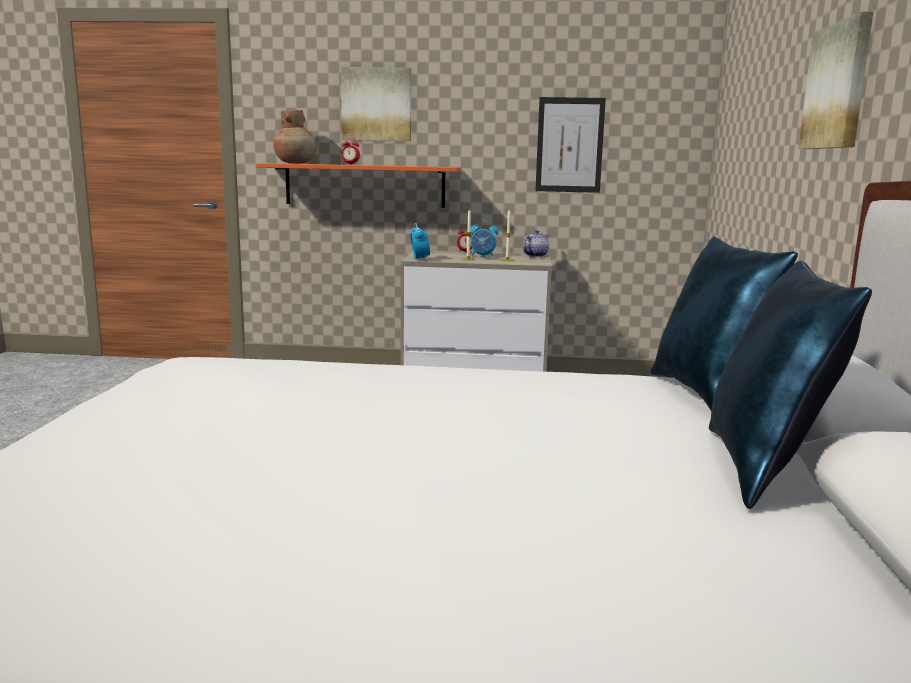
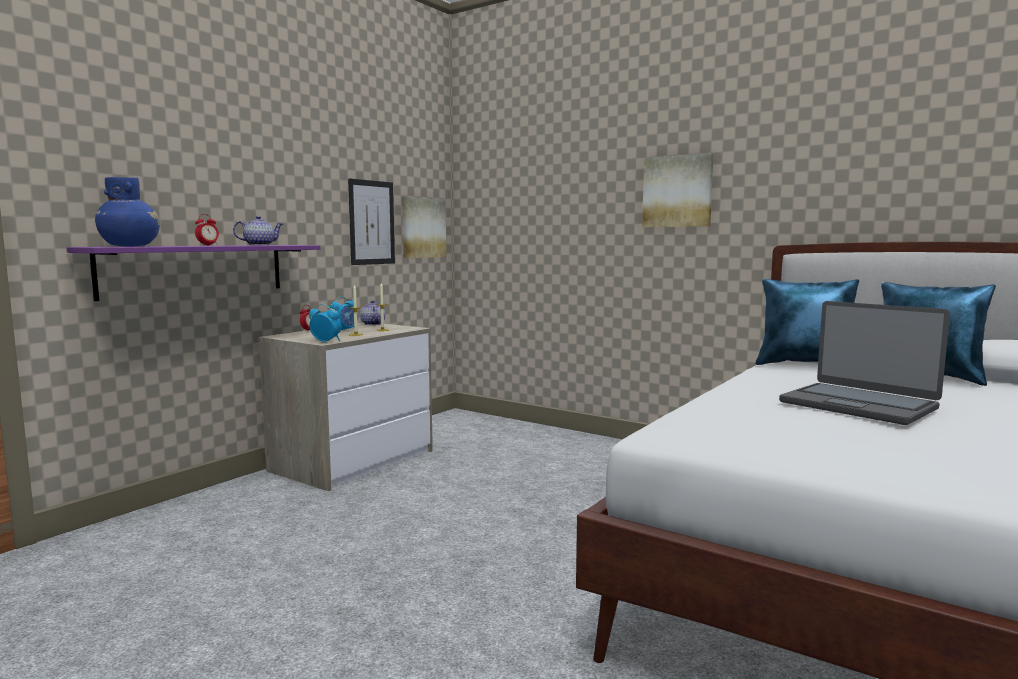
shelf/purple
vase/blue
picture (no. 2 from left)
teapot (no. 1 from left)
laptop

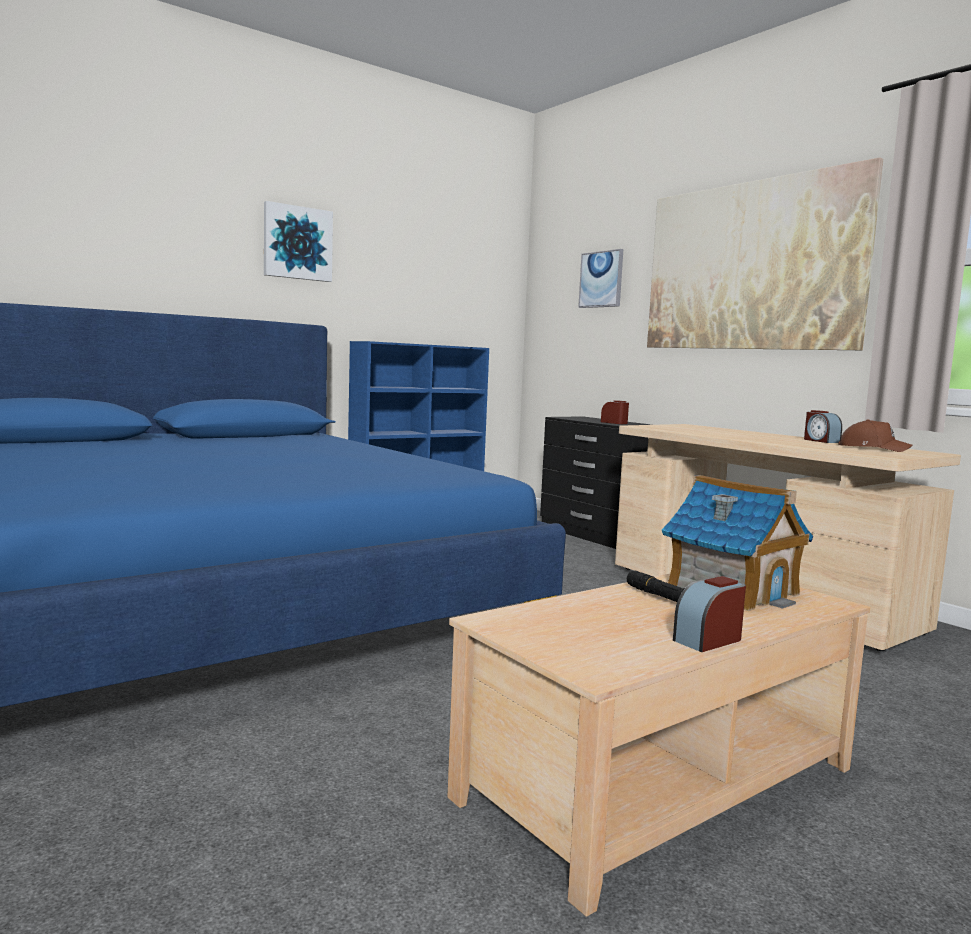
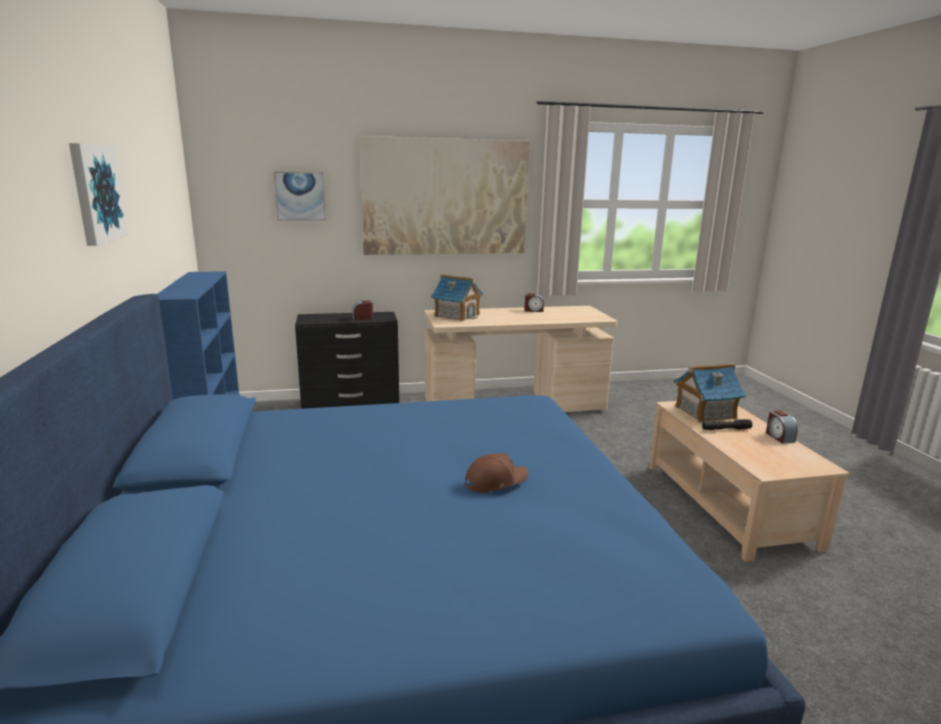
cap/brown
toy house (no. 1 from left)

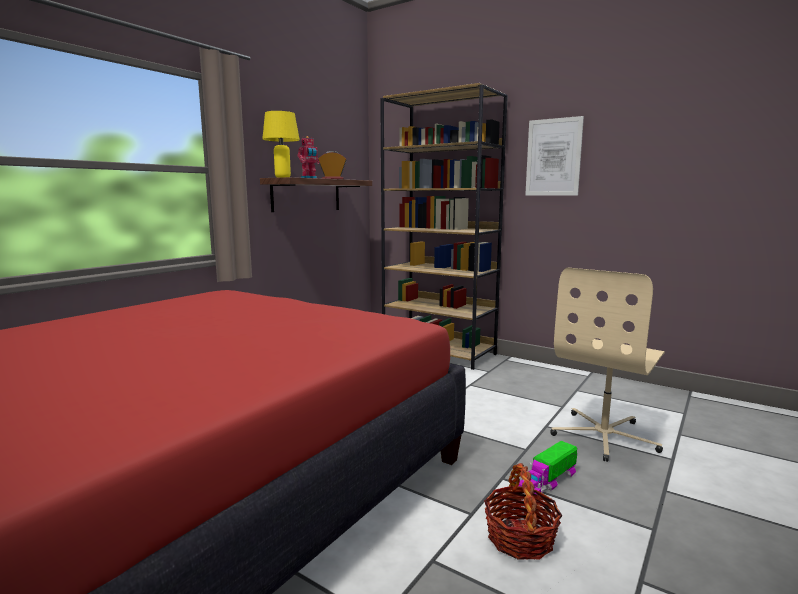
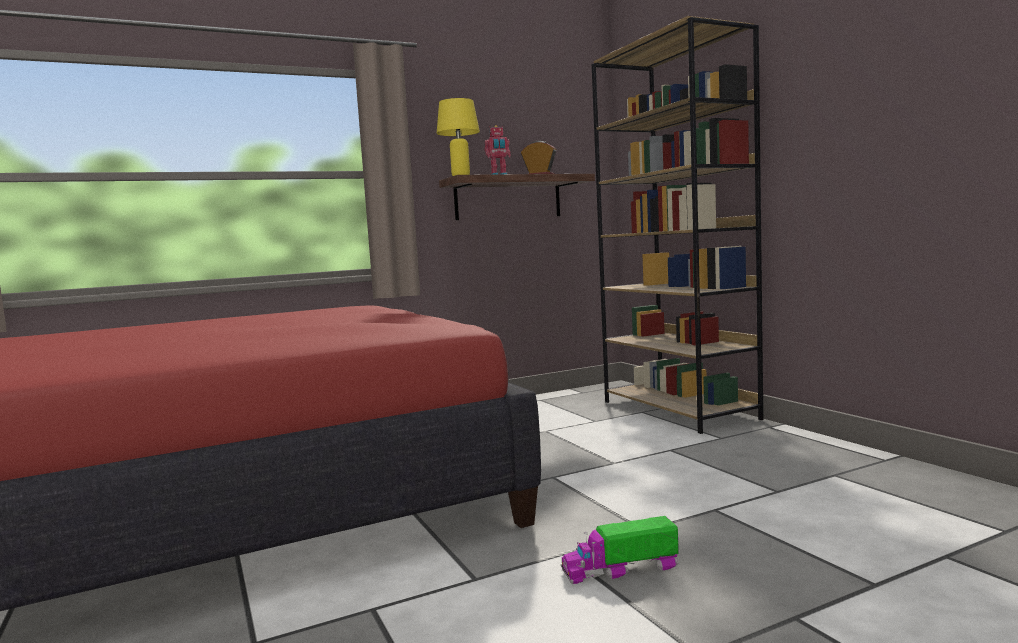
basket
picture
office chair/beige

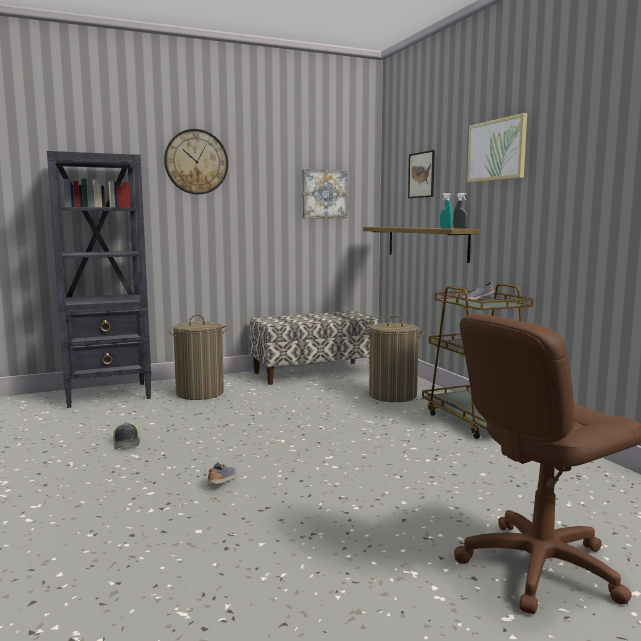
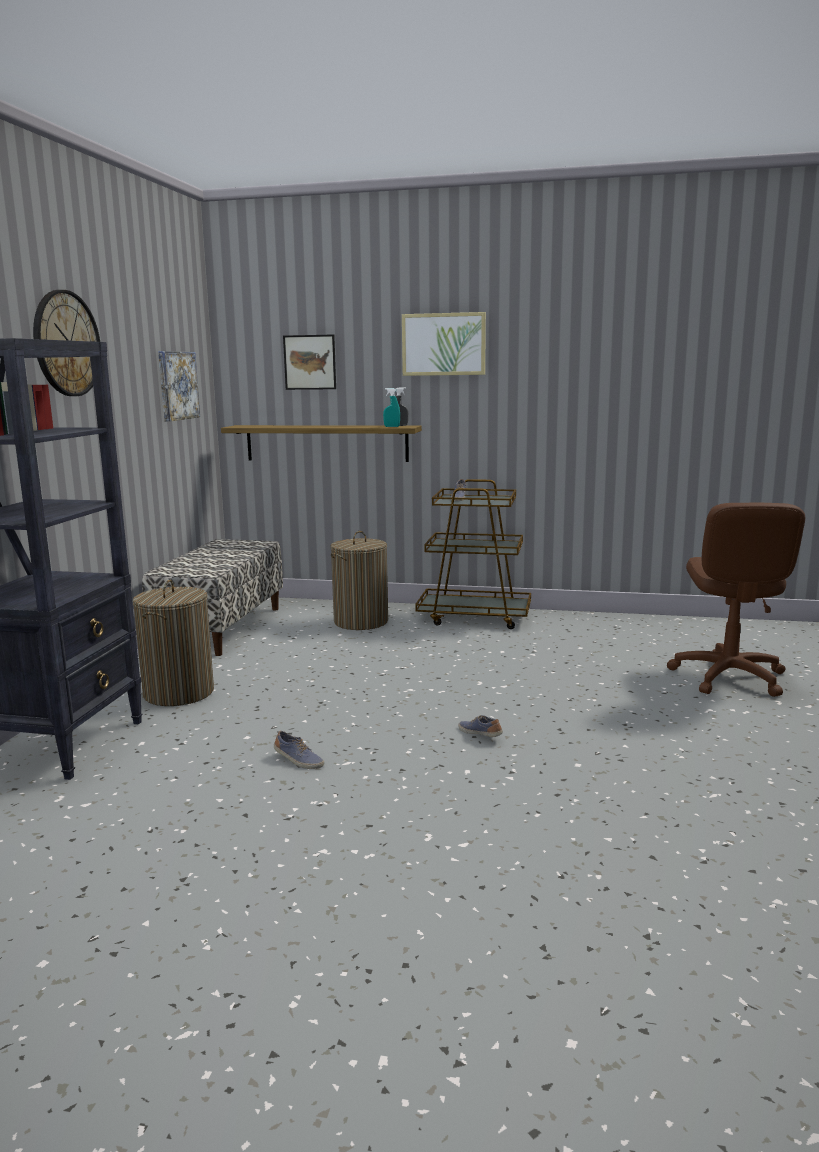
shoe (no. 1 from left)

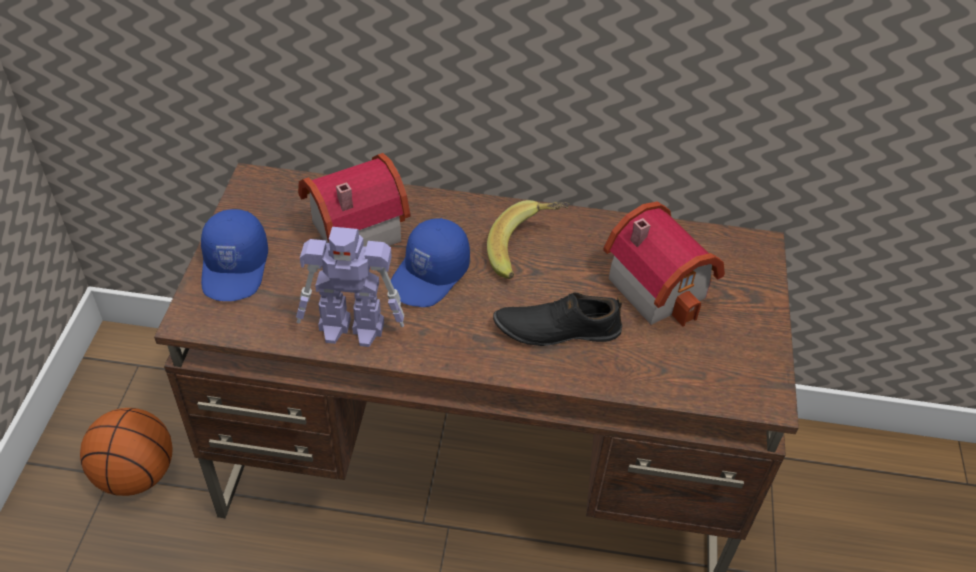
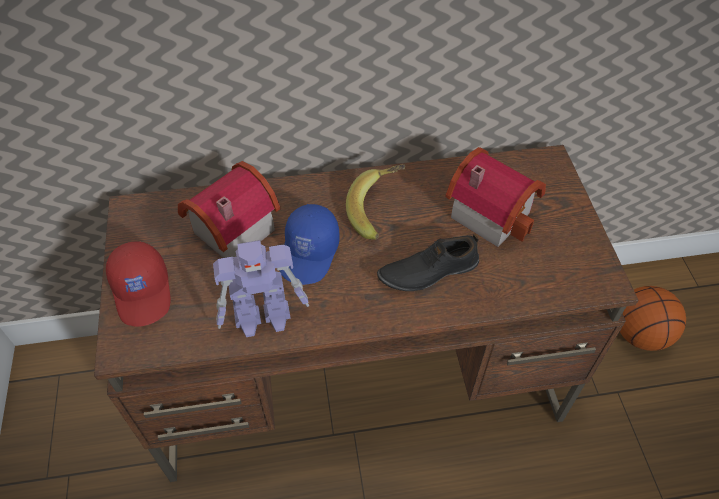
basketball
cap/red

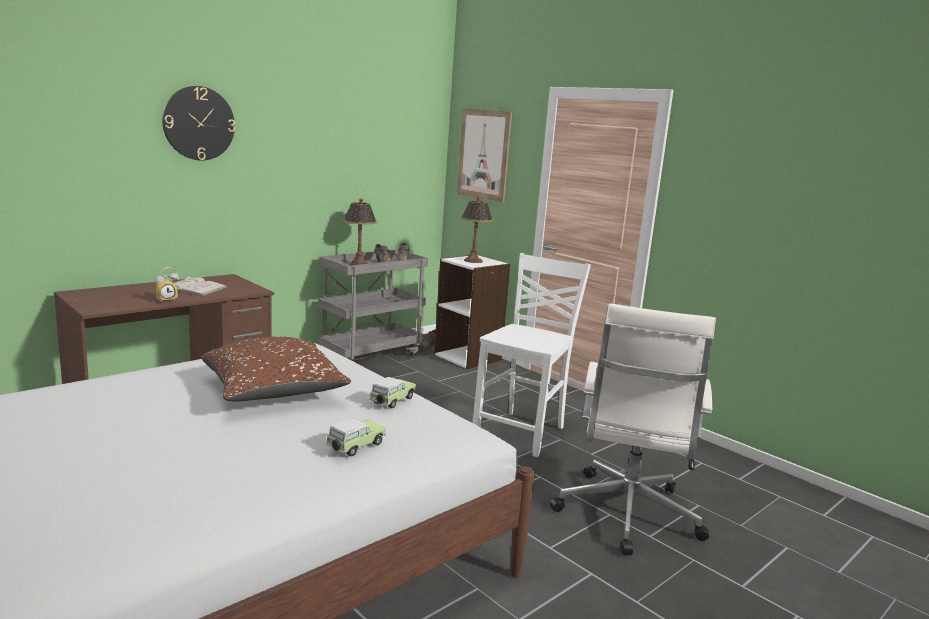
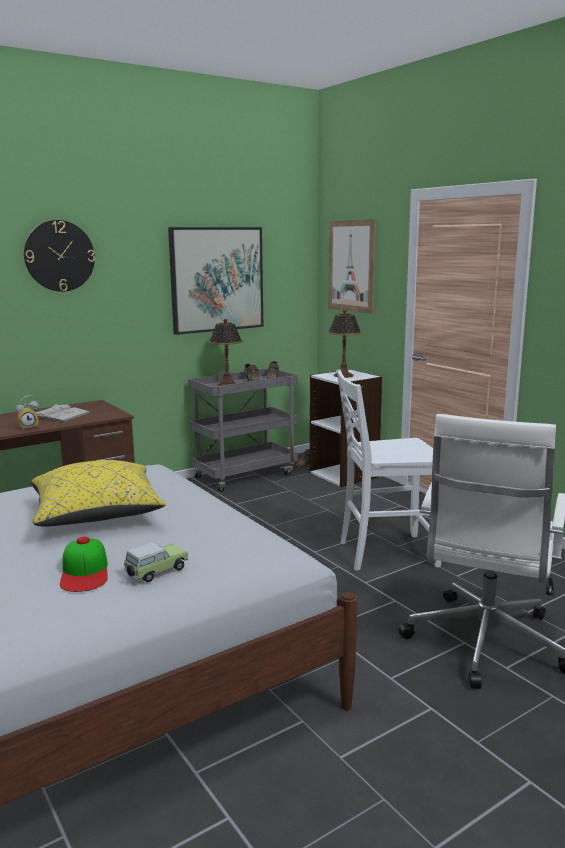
pillow/yellow
toy car (no. 2 from left in the first image)
chair/white
cap
picture (no. 1 from left)

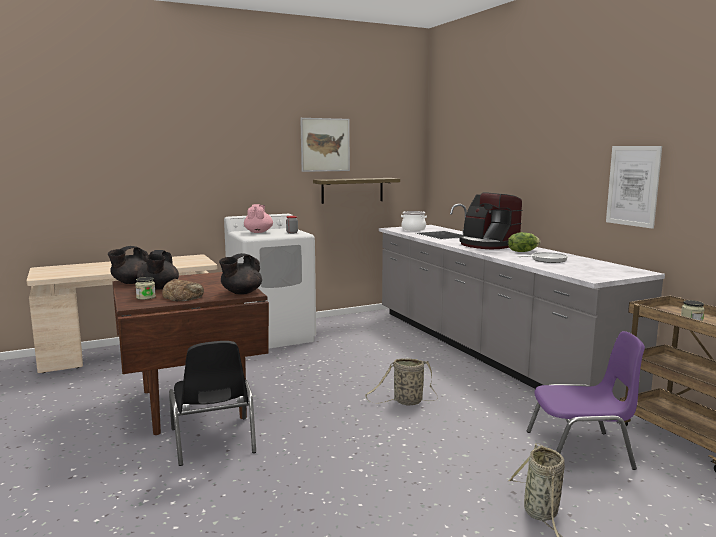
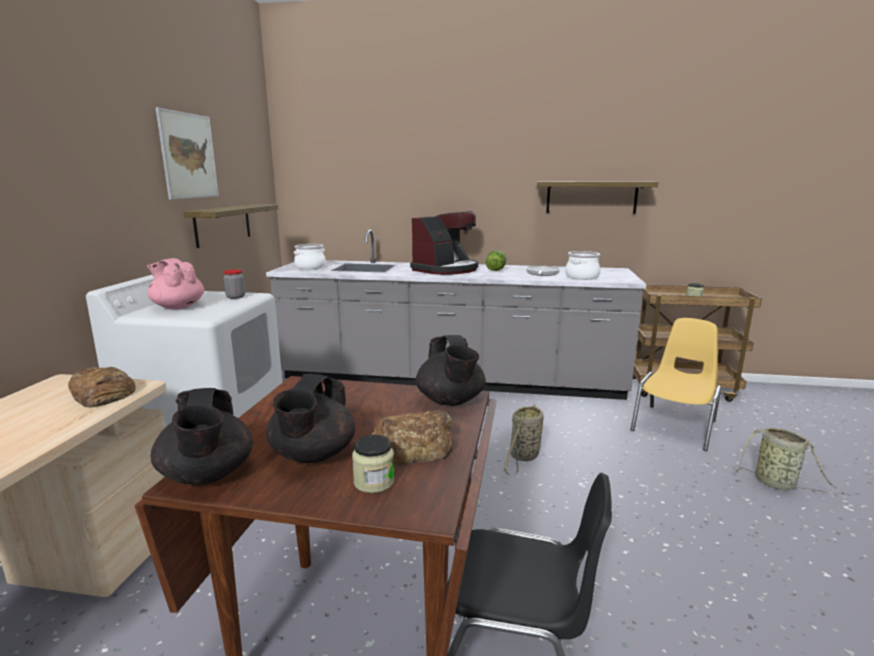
teapot/black (no. 2 from left)
coffee machine
chair/yellow
shelf (no. 2 from left)
bread (no. 1 from left)
cooking pot (no. 2 from left)

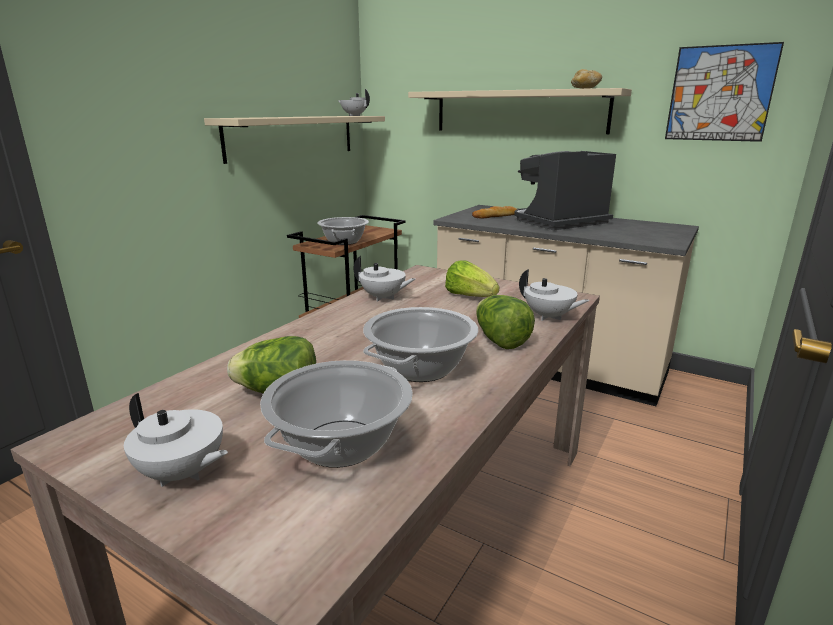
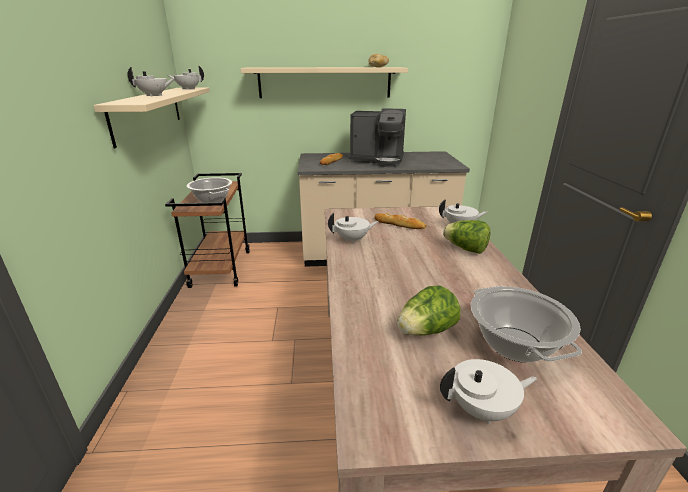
cooking pot (no. 3 from left in the first image)
bread (no. 3 from left)
coffee machine
picture
teapot/white (no. 1 from left)

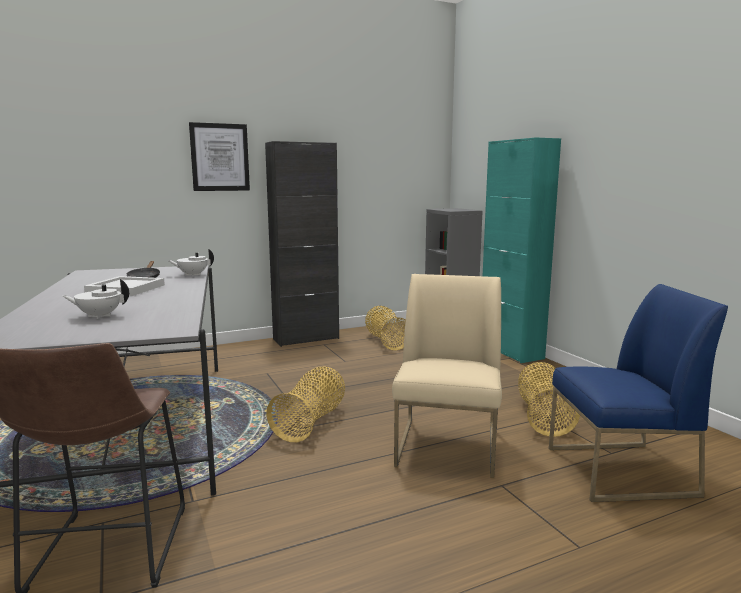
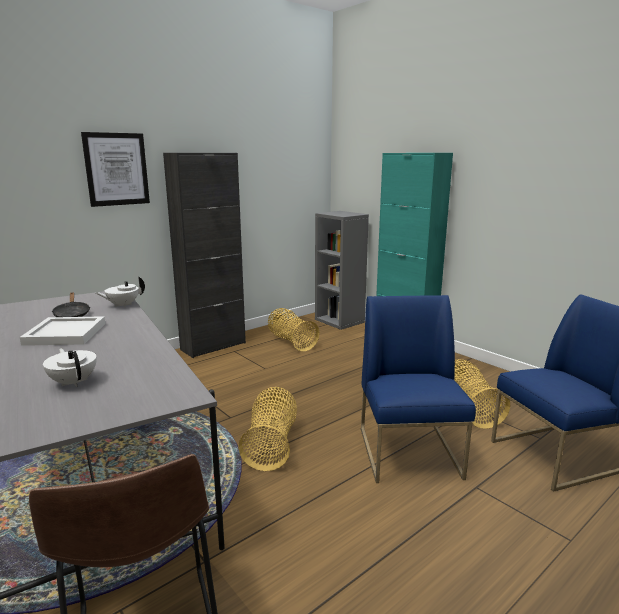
teapot/white (no. 1 from left)
chair/blue (no. 1 from left)

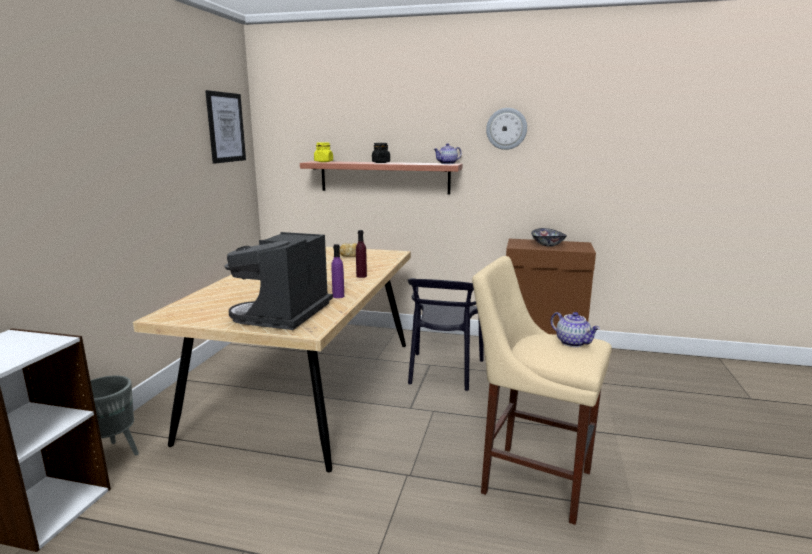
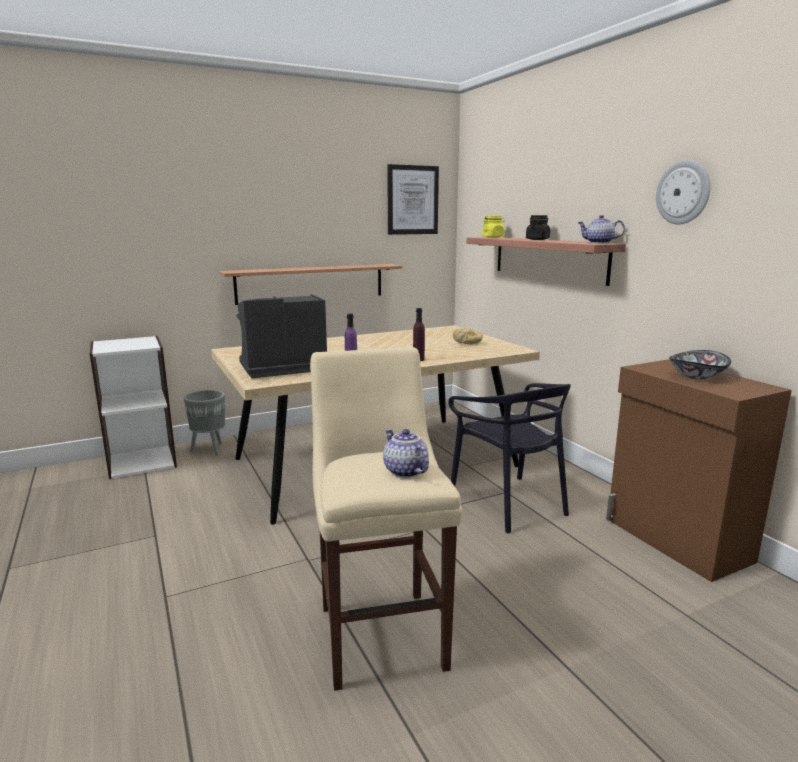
chair/black
teapot (no. 1 from left)
shelf (no. 1 from left)

